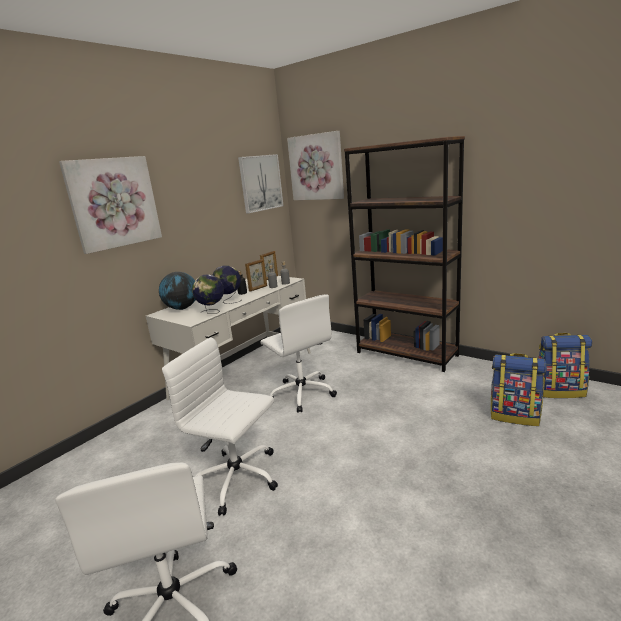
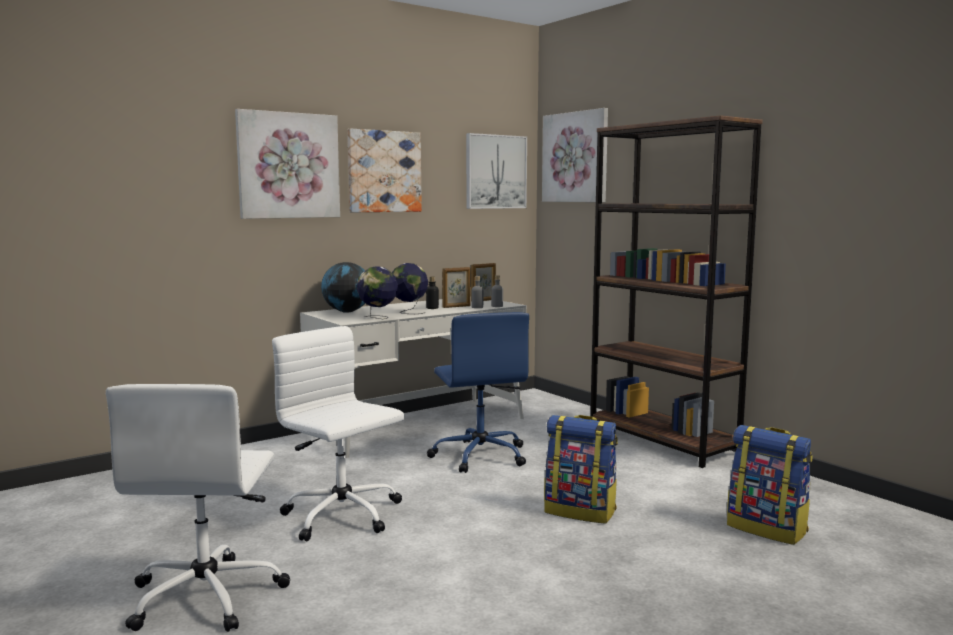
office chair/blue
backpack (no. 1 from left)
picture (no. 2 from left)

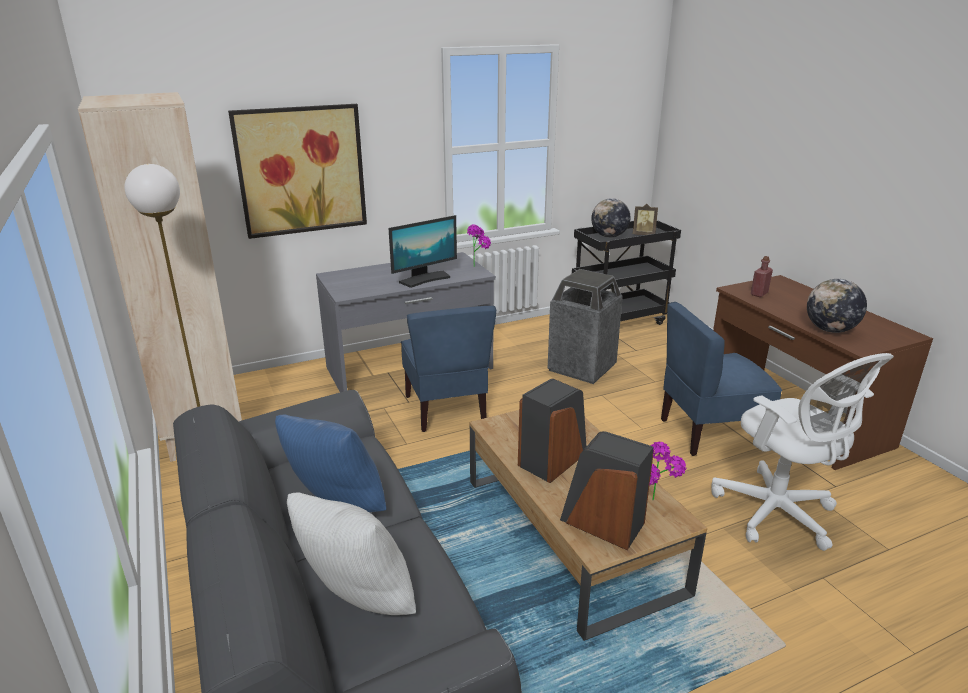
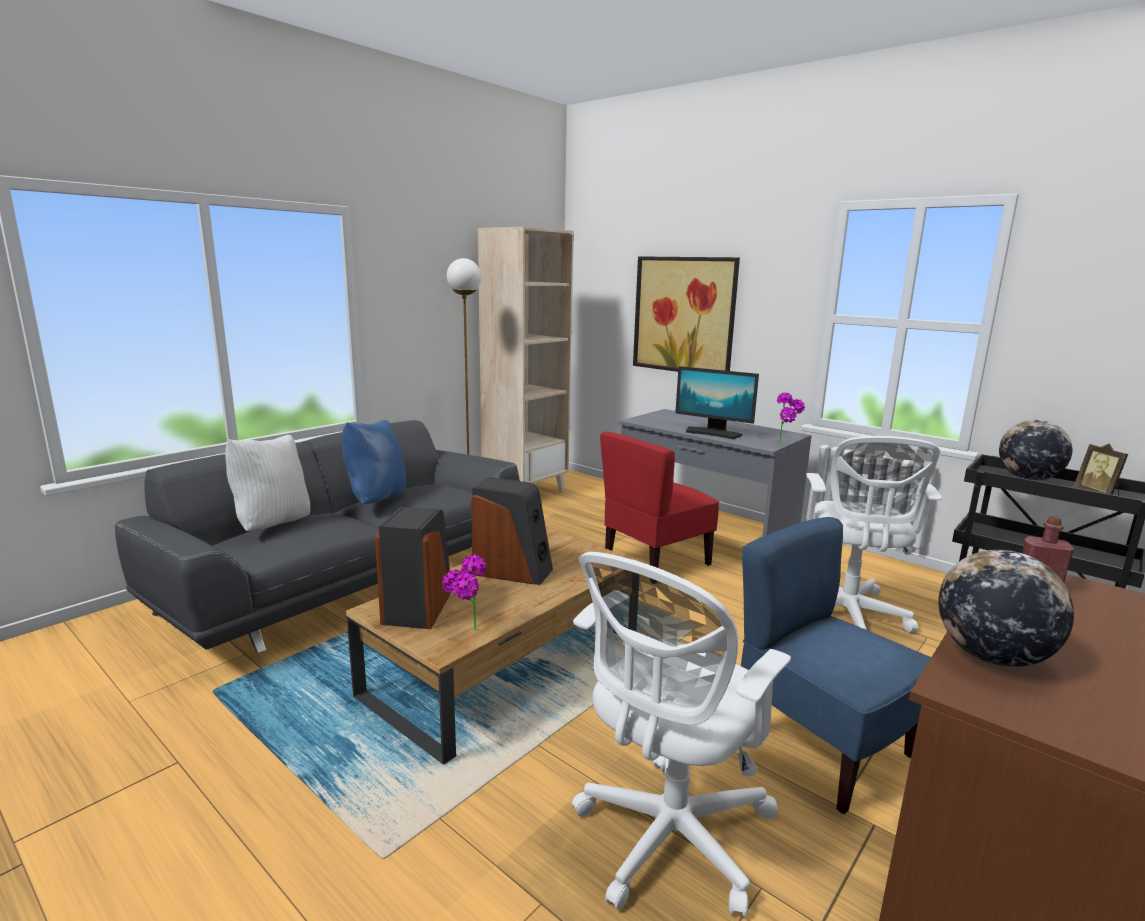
chair/red
office chair/white (no. 2 from left)

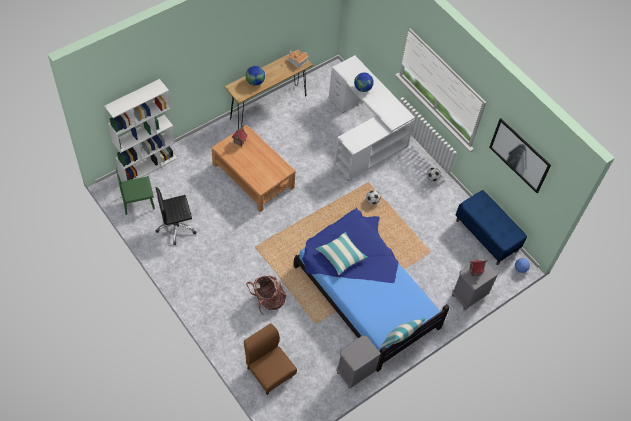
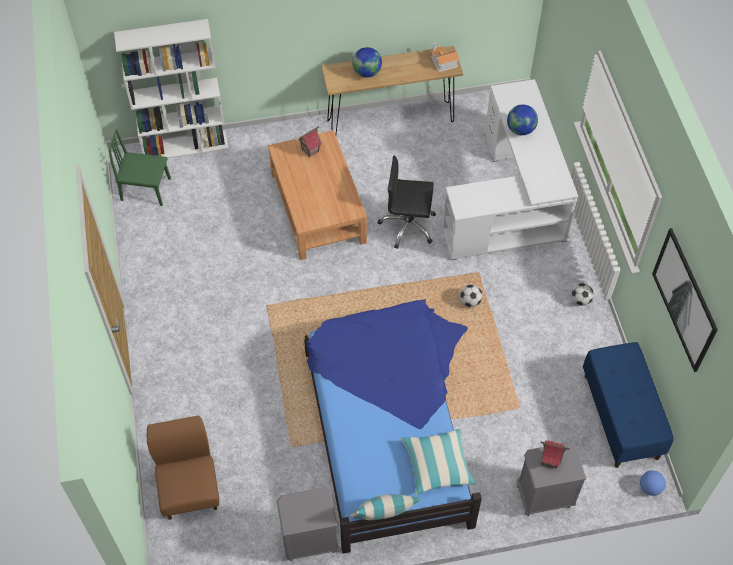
office chair/black
backpack
pillow (no. 2 from left)

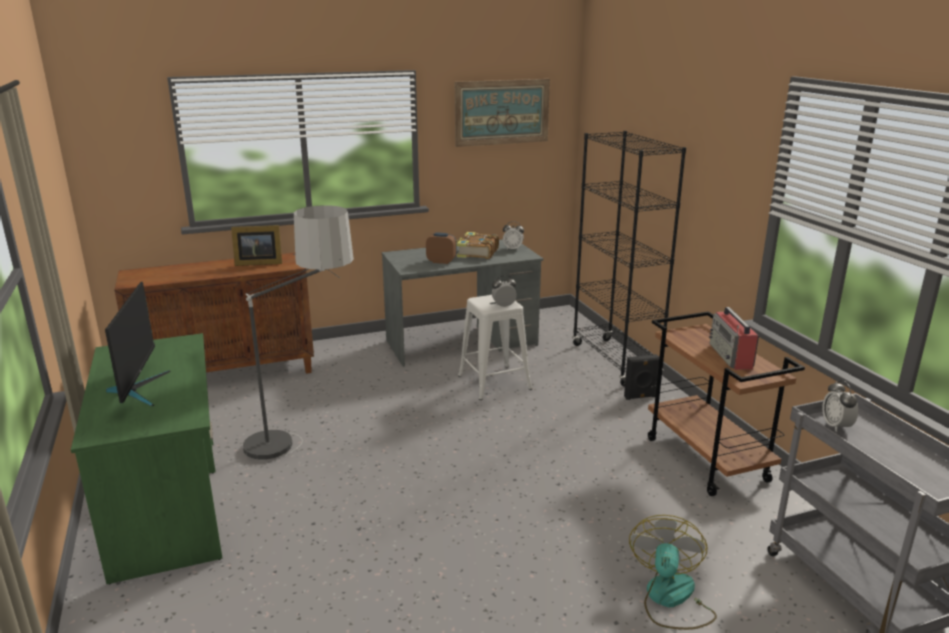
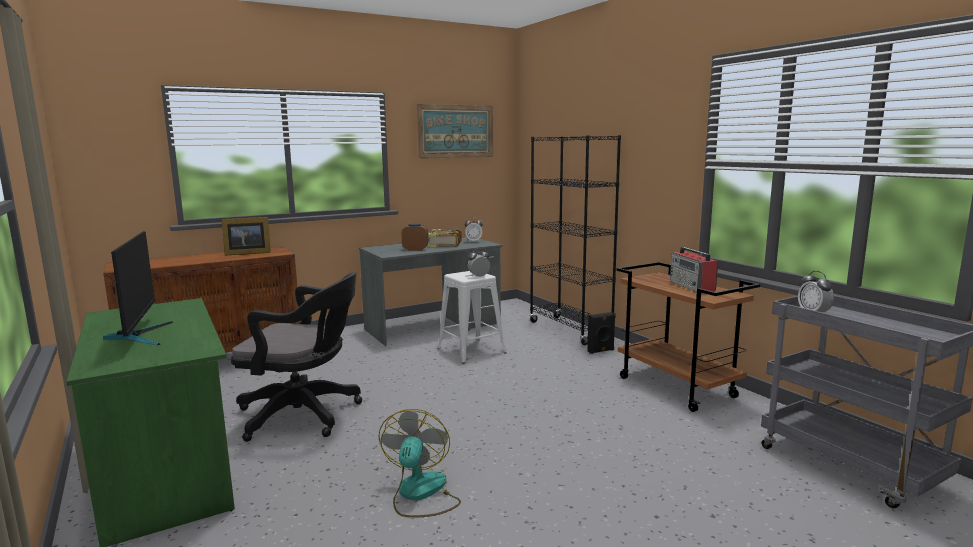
office chair/black
fan

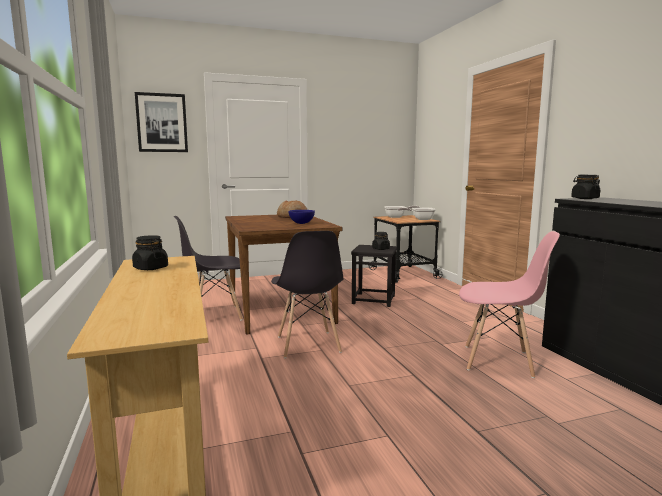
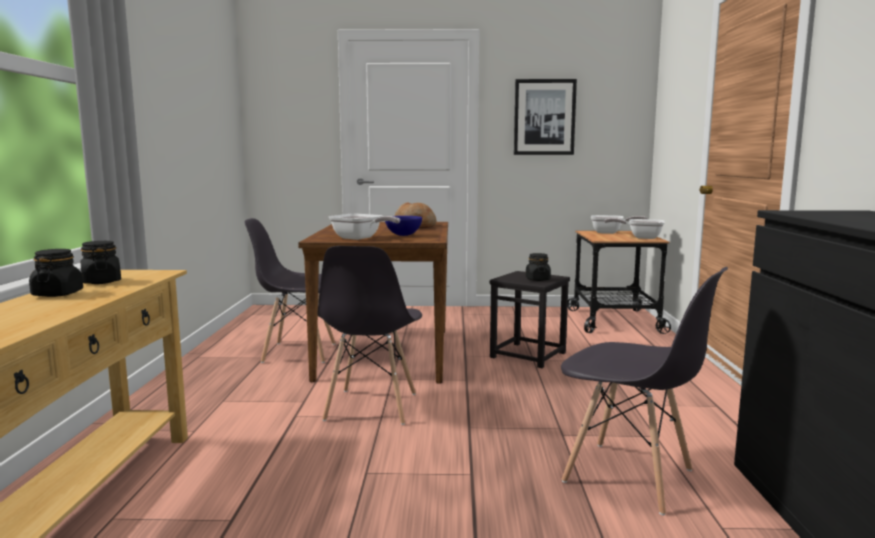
picture
chair/grey (no. 3 from left)
jar/black (no. 1 from left)
frying pan (no. 1 from left)

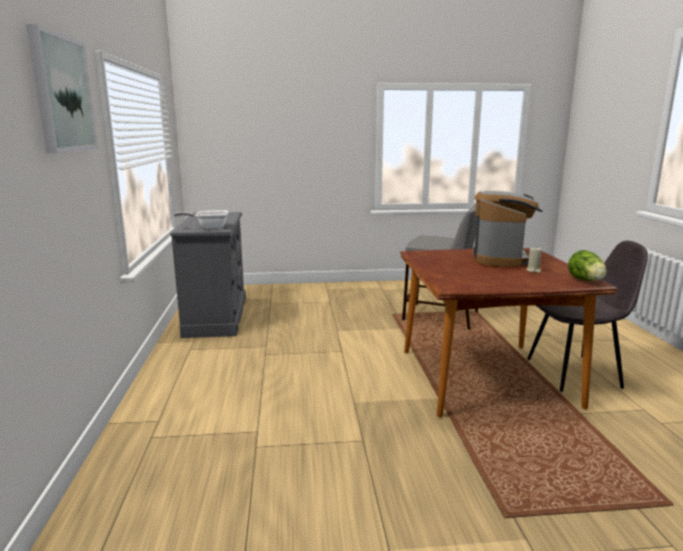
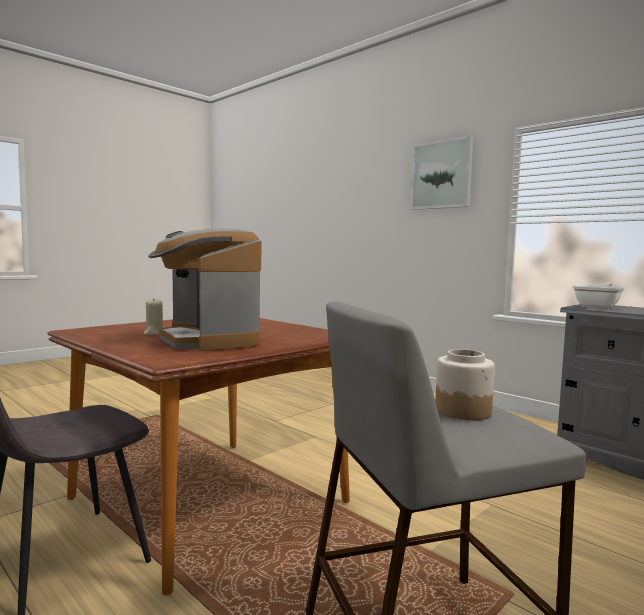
lettuce
jar

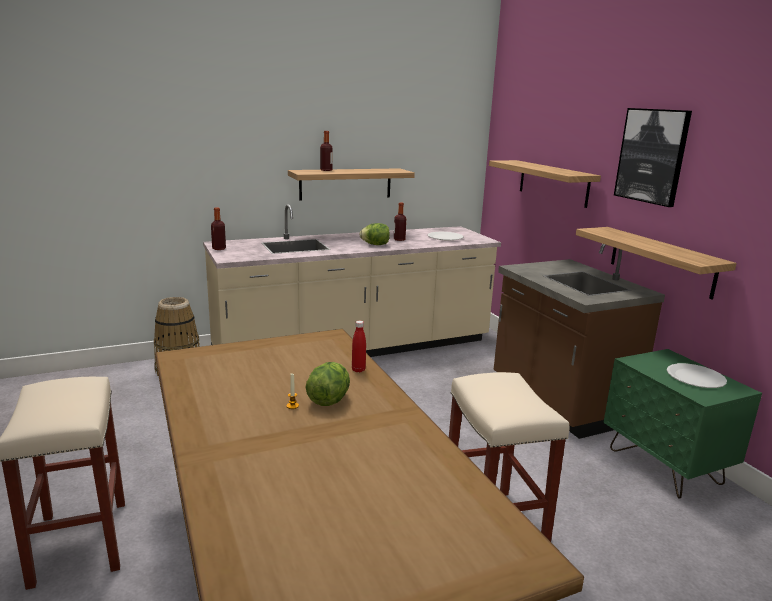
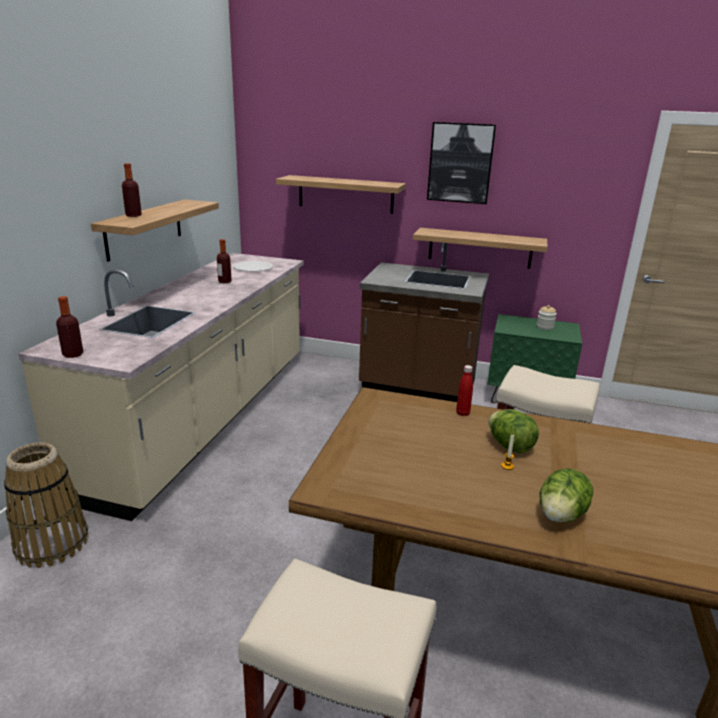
lettuce (no. 2 from left)
jar

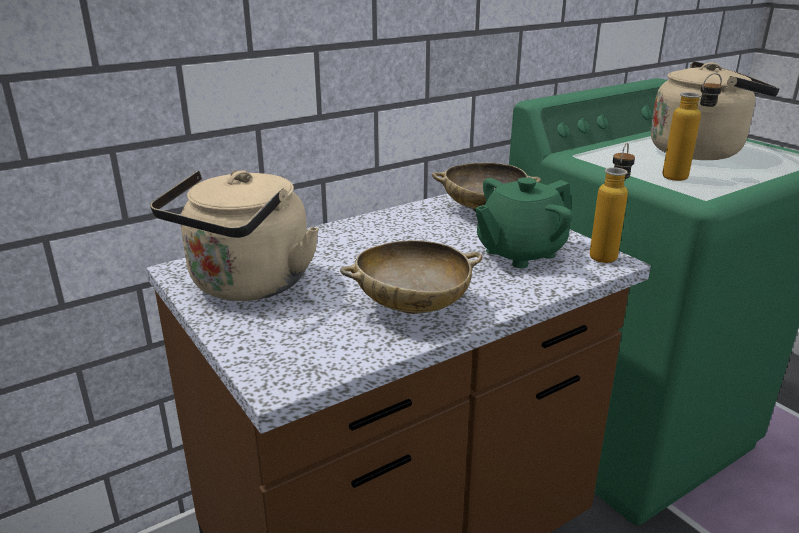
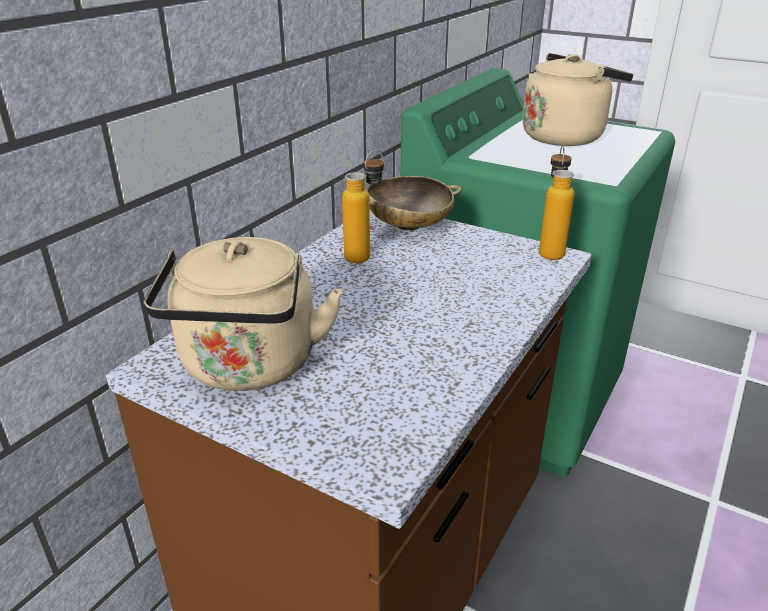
bowl/beige (no. 1 from left in the first image)
teapot/green
bottle (no. 1 from left)

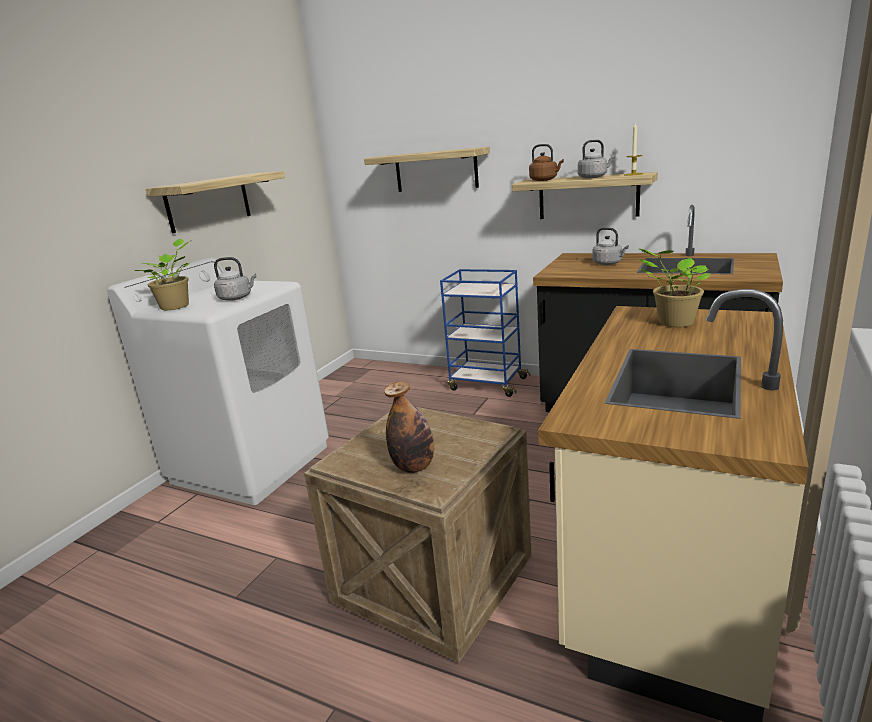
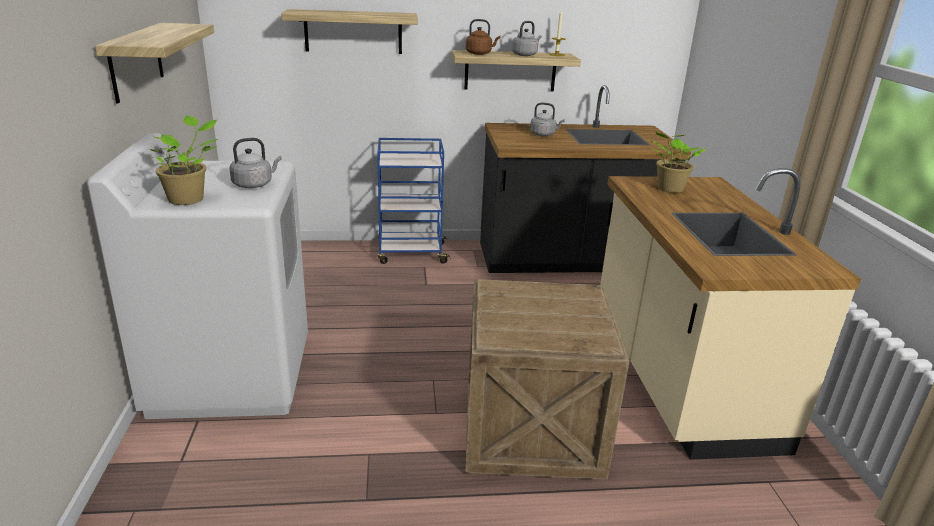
bottle

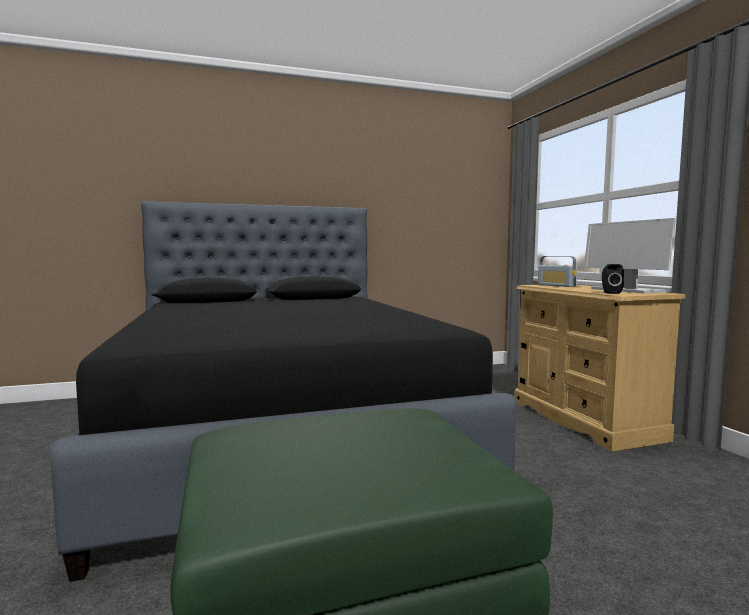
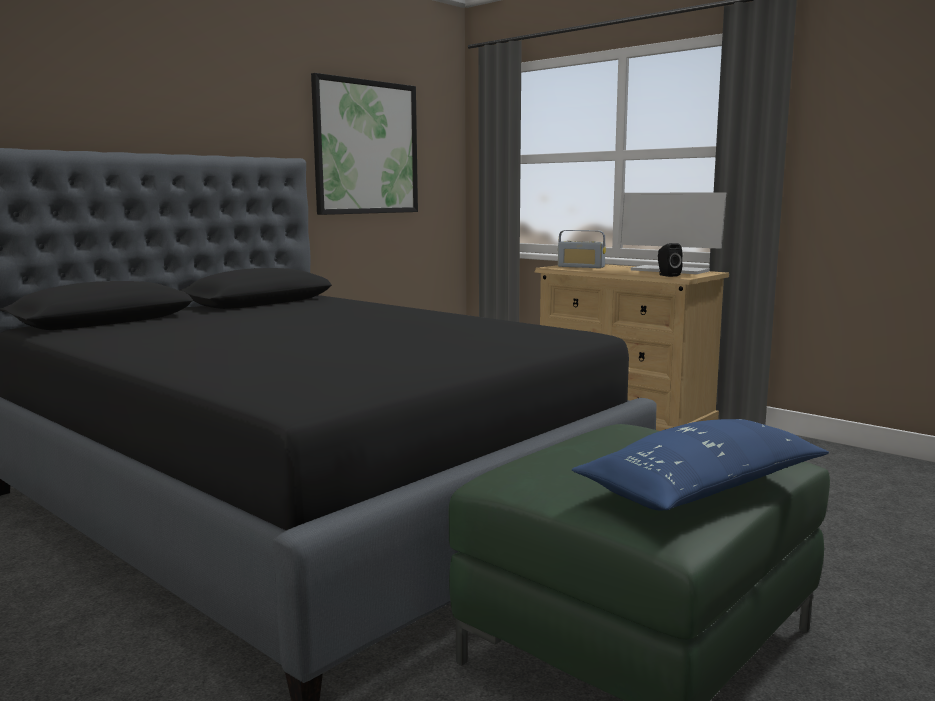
picture
pillow/blue

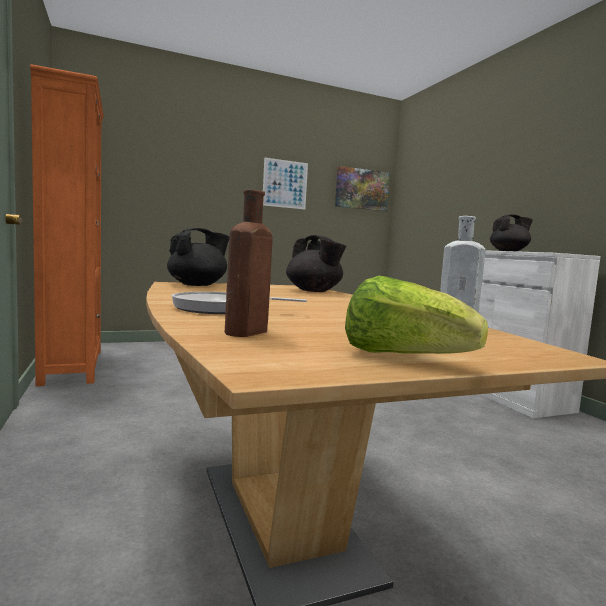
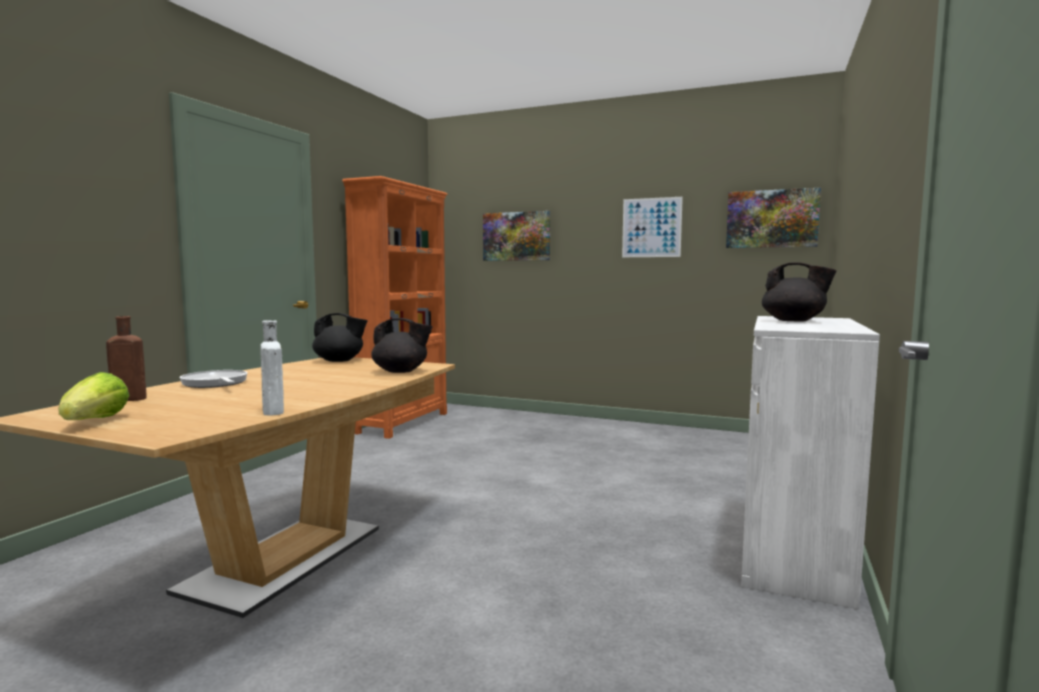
teapot/black (no. 2 from left)
picture (no. 1 from left)

